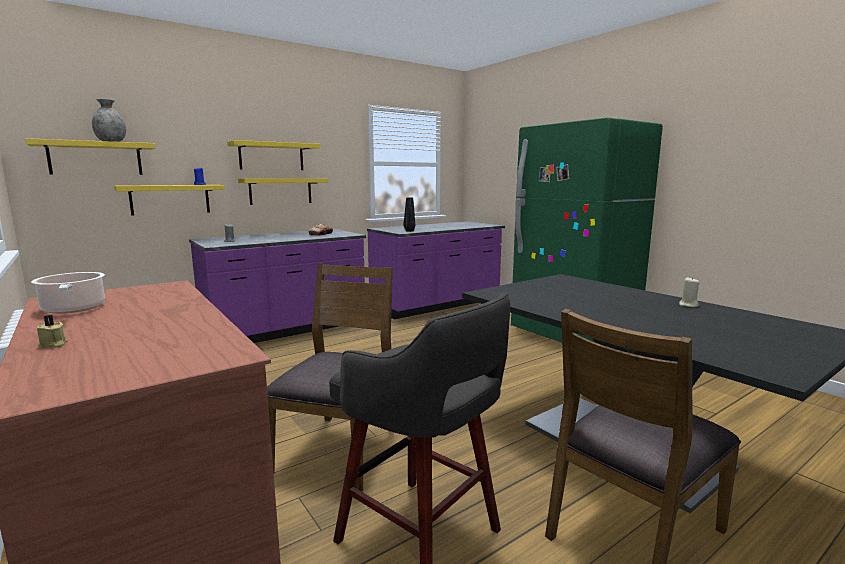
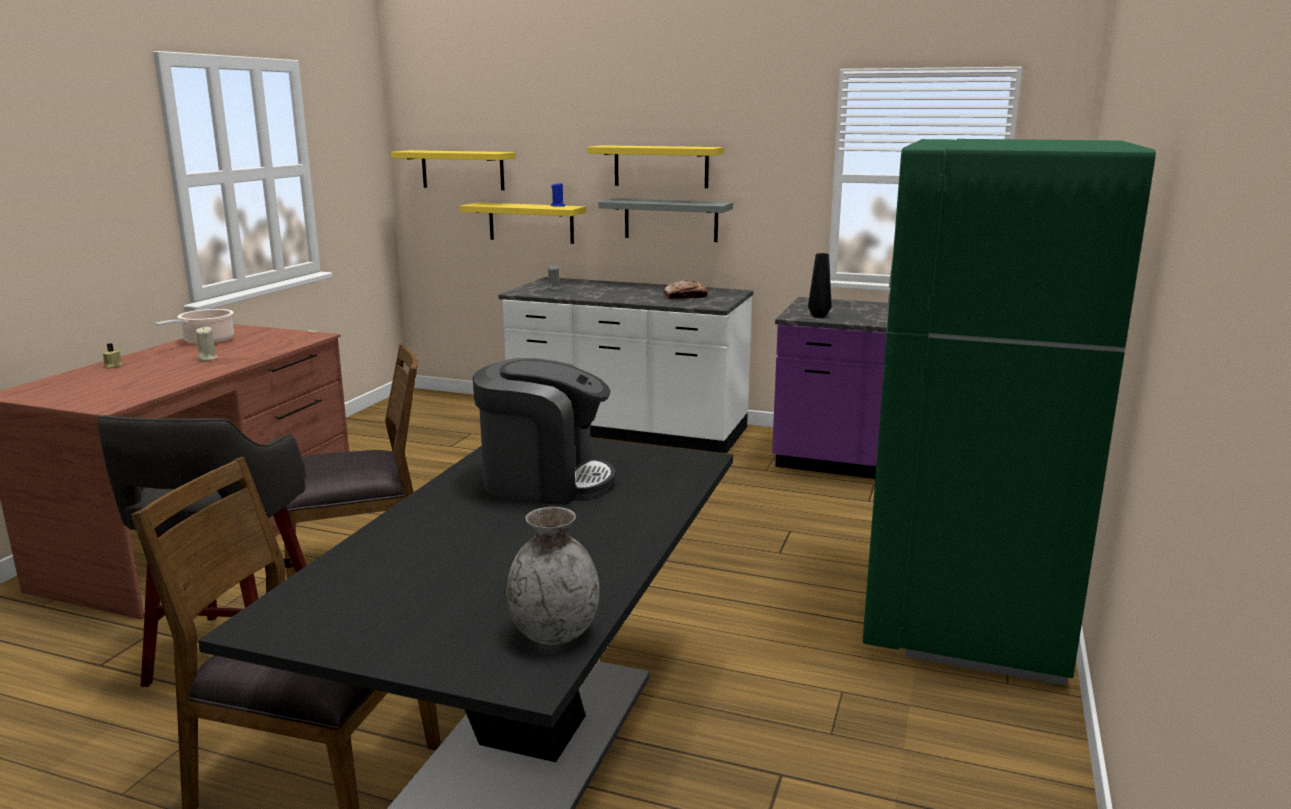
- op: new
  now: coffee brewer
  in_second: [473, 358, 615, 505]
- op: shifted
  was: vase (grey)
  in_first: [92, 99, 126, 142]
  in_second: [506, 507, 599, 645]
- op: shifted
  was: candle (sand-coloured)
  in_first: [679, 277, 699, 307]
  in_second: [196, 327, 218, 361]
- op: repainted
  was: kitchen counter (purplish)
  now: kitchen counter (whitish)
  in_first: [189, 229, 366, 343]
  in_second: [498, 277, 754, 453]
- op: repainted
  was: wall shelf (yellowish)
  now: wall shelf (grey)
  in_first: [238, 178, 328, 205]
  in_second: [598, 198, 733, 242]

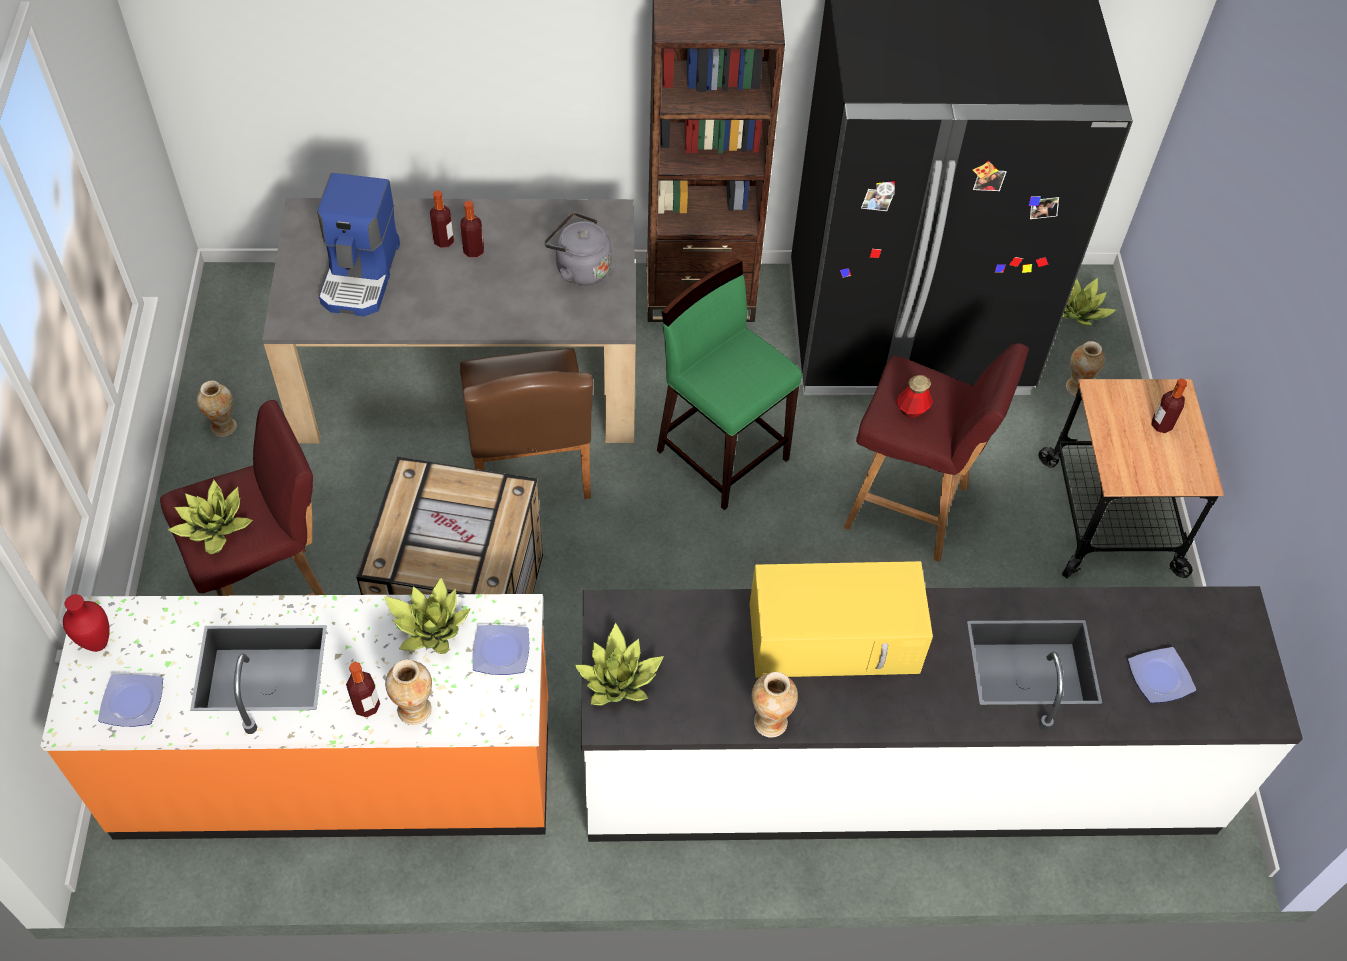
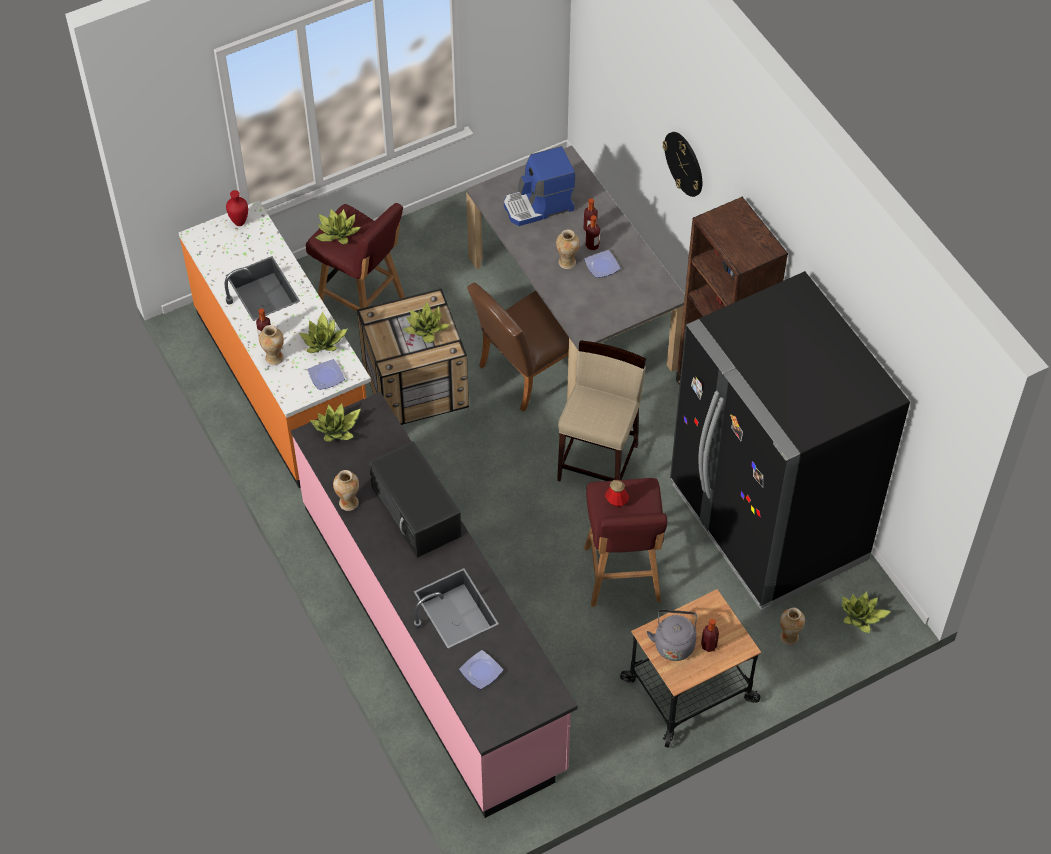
- op: new
  now: potted plant
  in_second: [402, 302, 449, 343]
- op: new
  now: wall clock
  in_second: [663, 132, 702, 197]
- op: shifted
  was: dinner plate
  in_first: [98, 674, 163, 727]
  in_second: [584, 250, 620, 278]
- op: shifted
  was: vase
  in_first: [197, 380, 237, 437]
  in_second: [556, 229, 580, 269]
- op: shifted
  was: kettle (grey)
  in_first: [544, 212, 612, 286]
  in_second: [647, 609, 697, 661]
- op: repainted
  was: kitchen counter (whitish)
  now: kitchen counter (pink)
  in_first: [581, 586, 1303, 842]
  in_second: [291, 392, 578, 818]
- op: repainted
  was: sitting stool (green-coloured)
  now: sitting stool (sand-coloured)
  in_first: [657, 259, 802, 510]
  in_second: [557, 340, 646, 481]
- op: repainted
  was: microwave oven (yellowish)
  now: microwave oven (blackish)
  in_first: [750, 561, 933, 678]
  in_second: [369, 441, 462, 558]

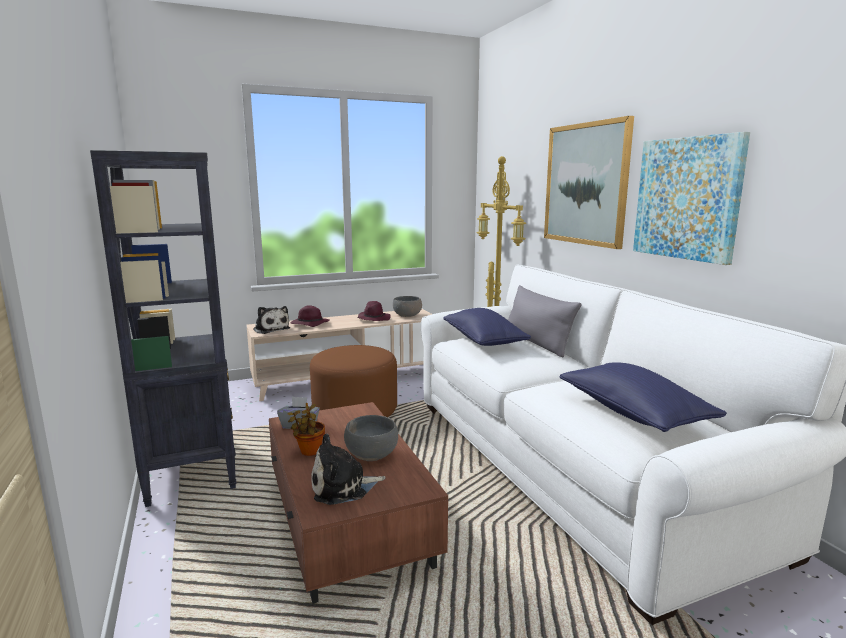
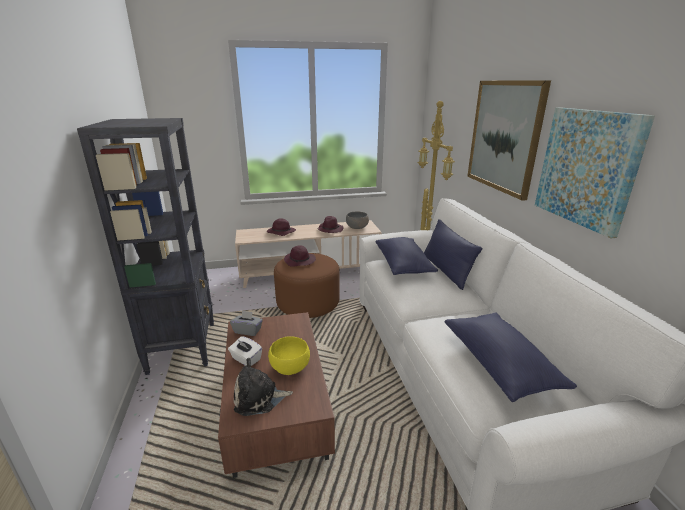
- op: gone
  was: cuddly toy
  in_first: [253, 306, 290, 334]
- op: new
  now: clothing hat (purplish)
  in_second: [284, 245, 316, 267]
- op: swapped
  was: potted plant
  now: tissue holder (whitish)
  in_first: [287, 403, 325, 456]
  in_second: [228, 336, 262, 366]
- op: repainted
  was: deep dish (grey)
  now: deep dish (yellowish)
  in_first: [344, 415, 398, 461]
  in_second: [268, 336, 310, 375]
- op: repainted
  was: cushion (grey)
  now: cushion (blue-coloured)
  in_first: [508, 285, 581, 357]
  in_second: [424, 219, 482, 290]

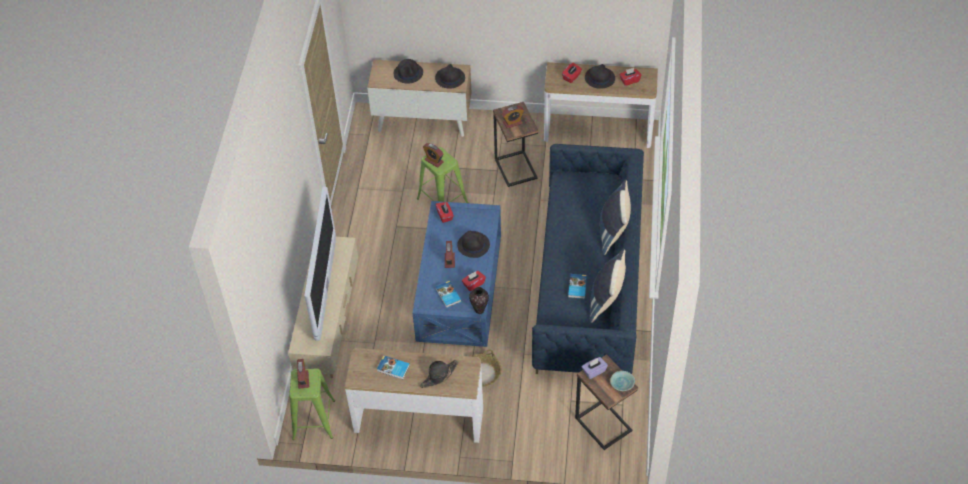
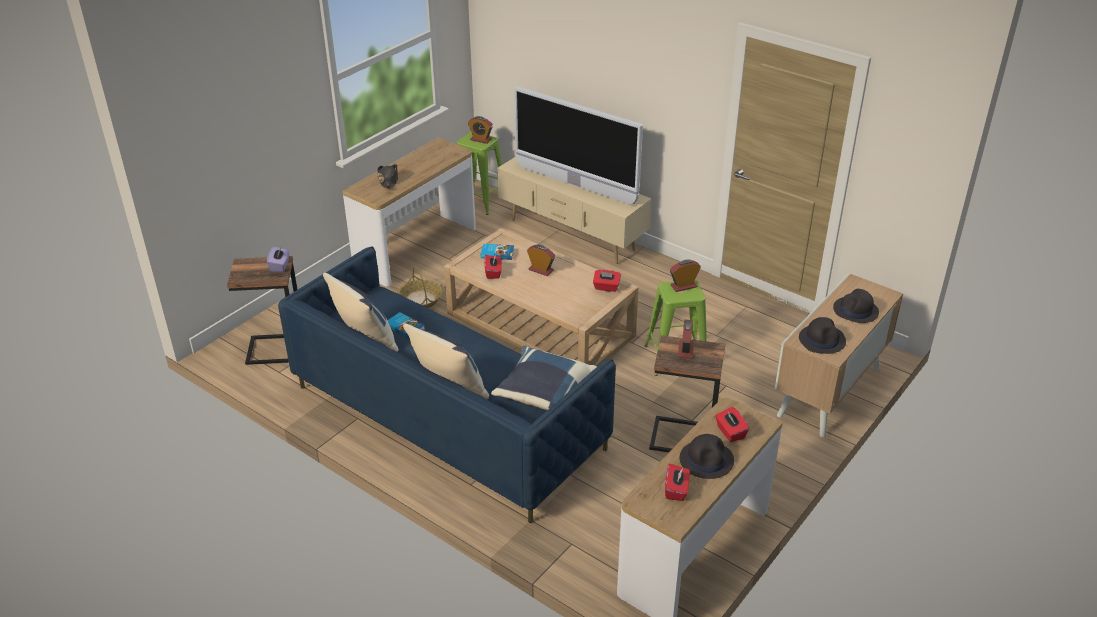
- op: gone
  was: bound book
  in_first: [377, 356, 410, 379]
- op: gone
  was: clothing hat (blackish)
  in_first: [457, 230, 490, 258]
- op: gone
  was: vase
  in_first: [469, 287, 489, 314]
- op: gone
  was: deep dish (blue-green)
  in_first: [610, 371, 635, 391]
- op: new
  now: cushion (blue-coloured)
  in_second: [491, 346, 597, 410]
- op: repainted
  was: lounge table (blue-coloured)
  now: lounge table (sand-coloured)
  in_first: [412, 201, 501, 347]
  in_second: [444, 228, 639, 367]

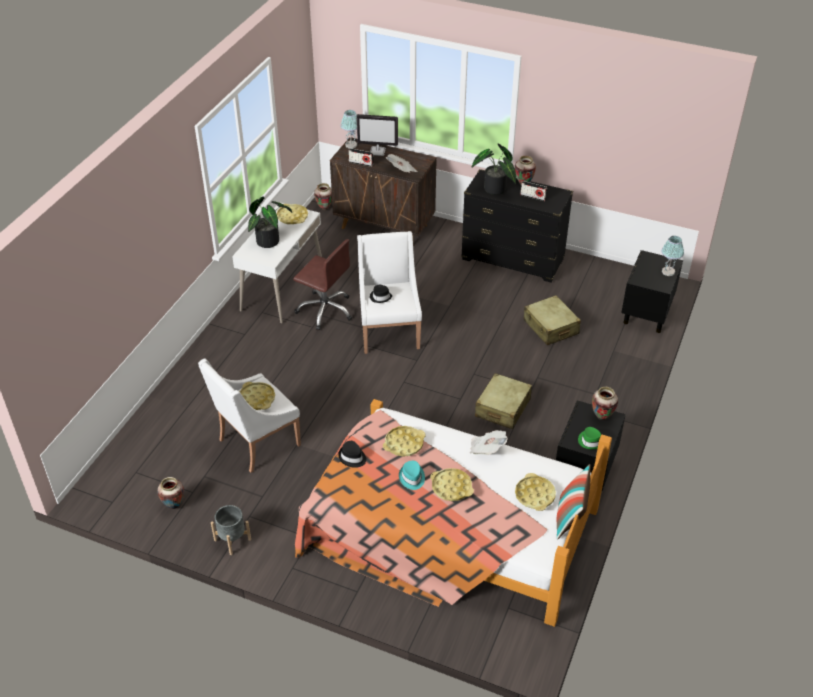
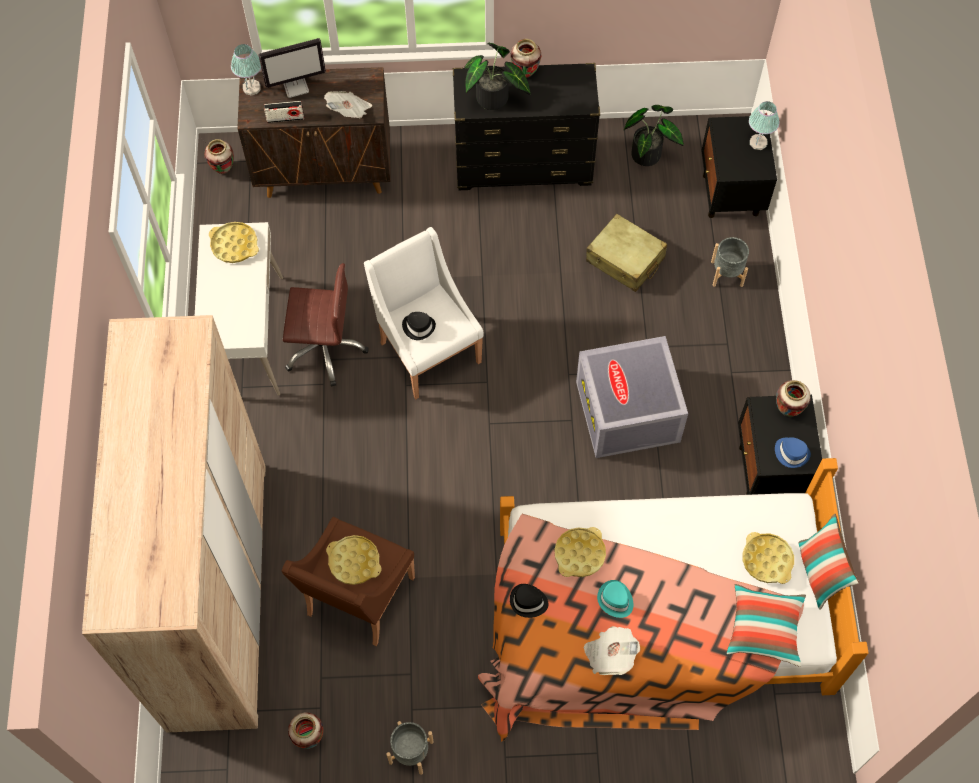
- op: gone
  was: carrying tray (yellowish)
  in_first: [430, 468, 474, 501]
- op: gone
  was: radio set
  in_first: [520, 181, 547, 201]
- op: new
  now: wardrobe (sand-coloured)
  in_second: [82, 315, 266, 733]
- op: new
  now: planter (grey)
  in_second: [711, 237, 749, 287]
- op: new
  now: cushion
  in_second: [727, 584, 806, 667]
- op: shifted
  was: potted plant
  in_first: [248, 196, 292, 248]
  in_second: [624, 105, 684, 166]
- op: shifted
  was: daily paper
  in_first: [470, 430, 508, 455]
  in_second: [584, 626, 640, 675]
- op: swapped
  was: piece of luggage (sand-coloured)
  now: storage container (grey)
  in_first: [475, 373, 532, 429]
  in_second: [576, 336, 688, 458]
- op: repainted
  was: easy chair (whitish)
  now: easy chair (brownish)
  in_first: [198, 358, 301, 473]
  in_second: [282, 517, 415, 646]
- op: repainted
  was: clothing hat (green-coloured)
  now: clothing hat (blue-coloured)
  in_first: [578, 427, 601, 449]
  in_second: [775, 437, 811, 468]

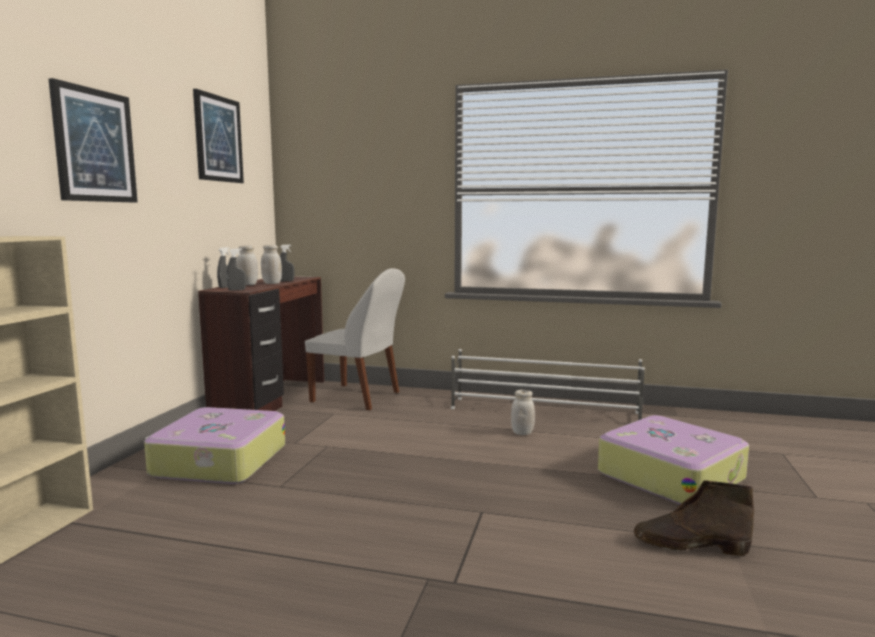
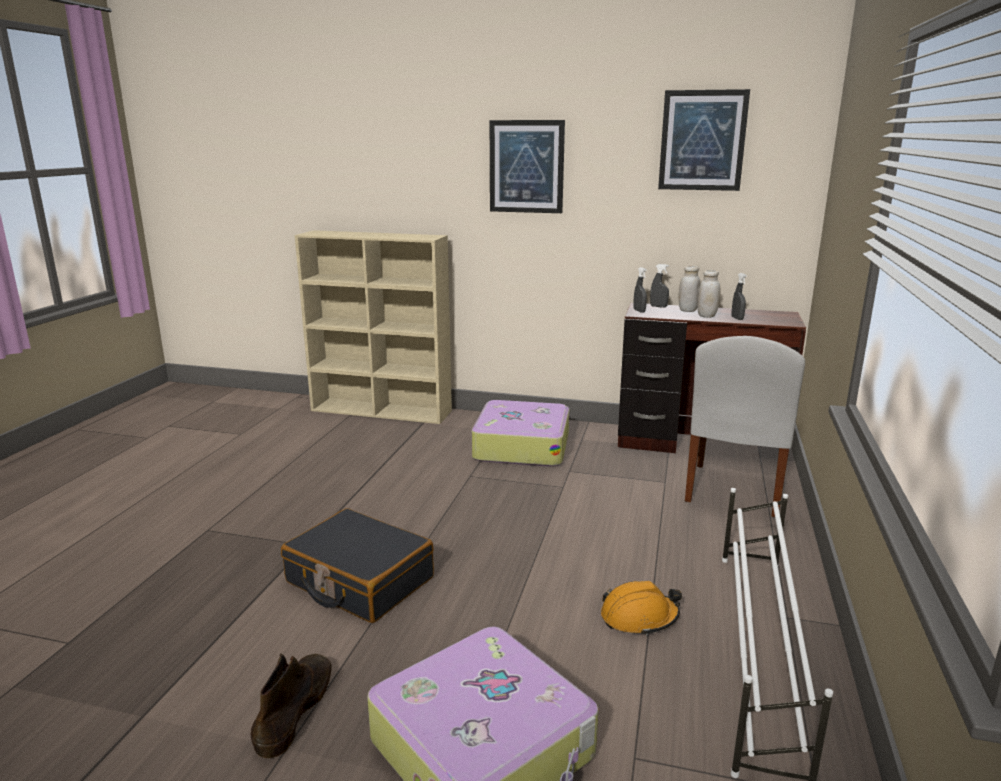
- op: new
  now: piece of luggage (blackish)
  in_second: [281, 508, 434, 623]
- op: swapped
  was: jar (whitish)
  now: hard hat (orangey)
  in_first: [511, 390, 535, 435]
  in_second: [601, 581, 682, 636]

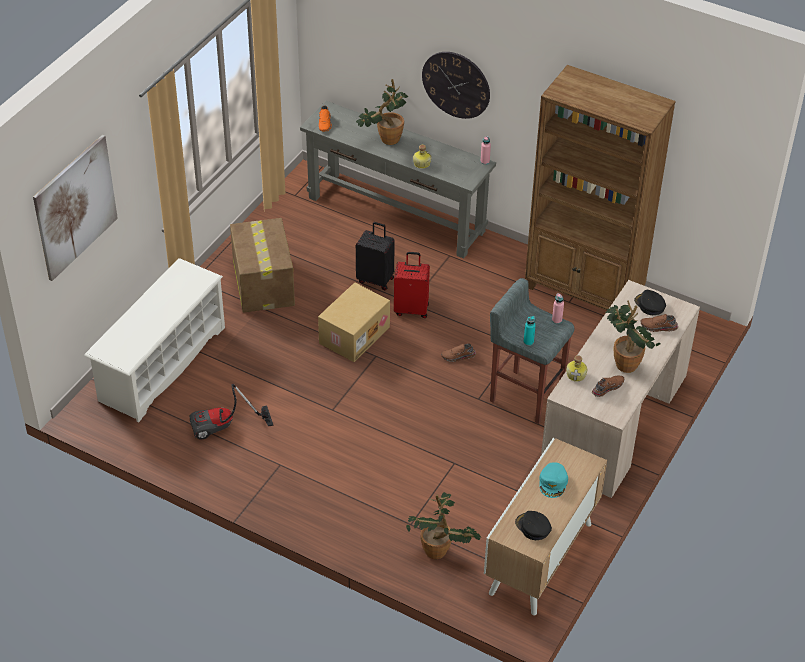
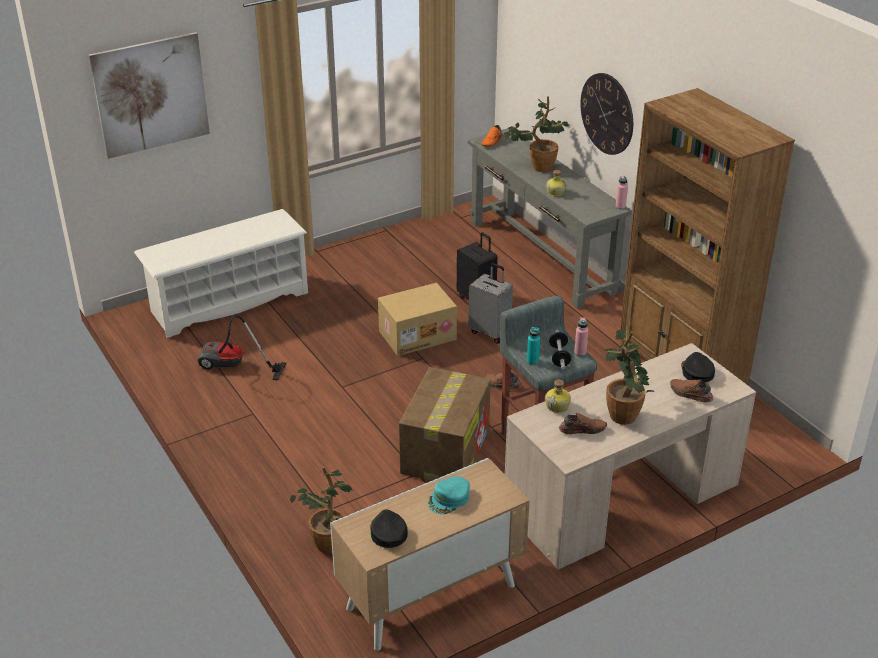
- op: new
  now: dumbbell
  in_second: [549, 330, 571, 370]
- op: shifted
  was: packing box
  in_first: [230, 218, 295, 313]
  in_second: [399, 367, 491, 481]
- op: repainted
  was: piece of luggage (red-coloured)
  now: piece of luggage (grey)
  in_first: [394, 252, 430, 318]
  in_second: [468, 263, 513, 343]

